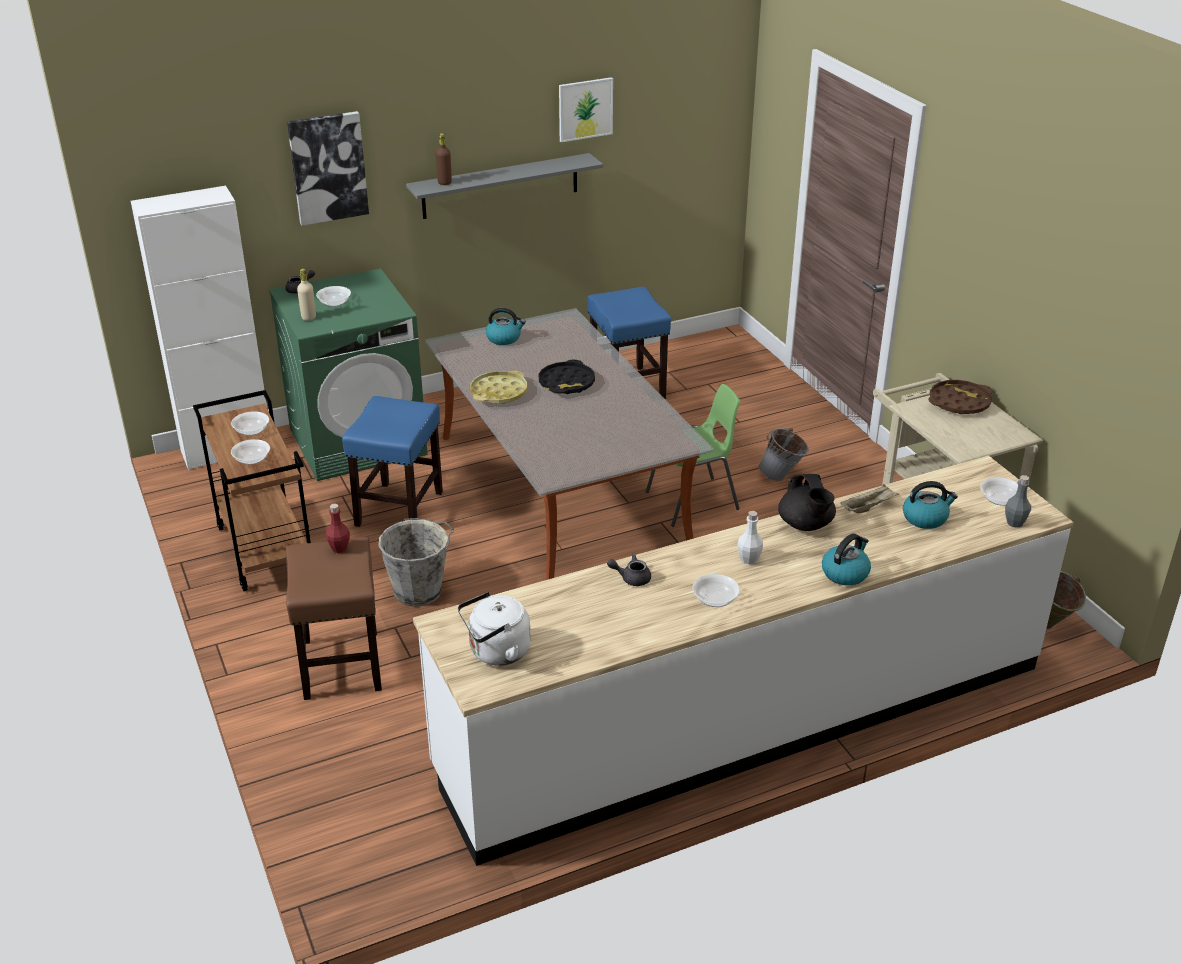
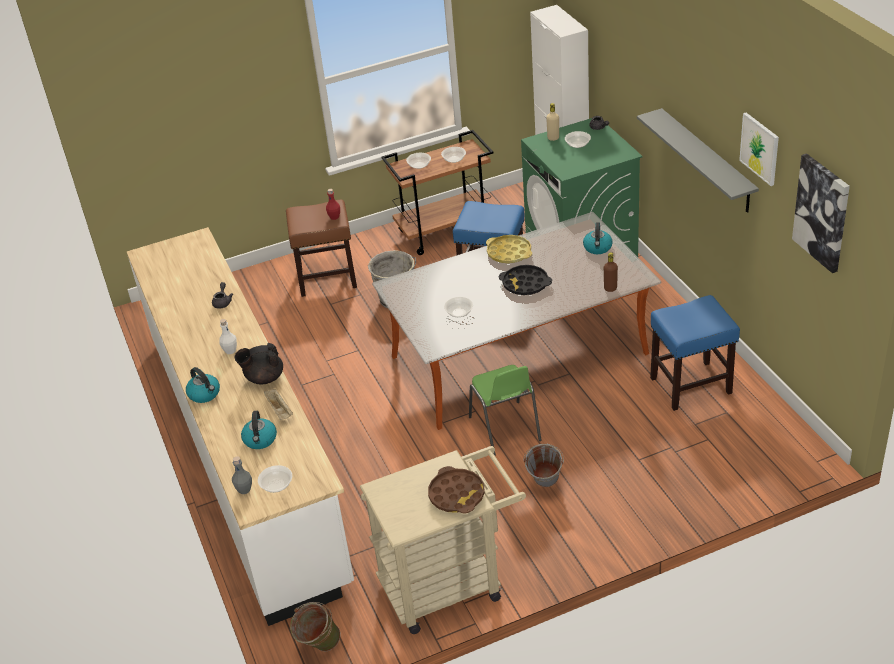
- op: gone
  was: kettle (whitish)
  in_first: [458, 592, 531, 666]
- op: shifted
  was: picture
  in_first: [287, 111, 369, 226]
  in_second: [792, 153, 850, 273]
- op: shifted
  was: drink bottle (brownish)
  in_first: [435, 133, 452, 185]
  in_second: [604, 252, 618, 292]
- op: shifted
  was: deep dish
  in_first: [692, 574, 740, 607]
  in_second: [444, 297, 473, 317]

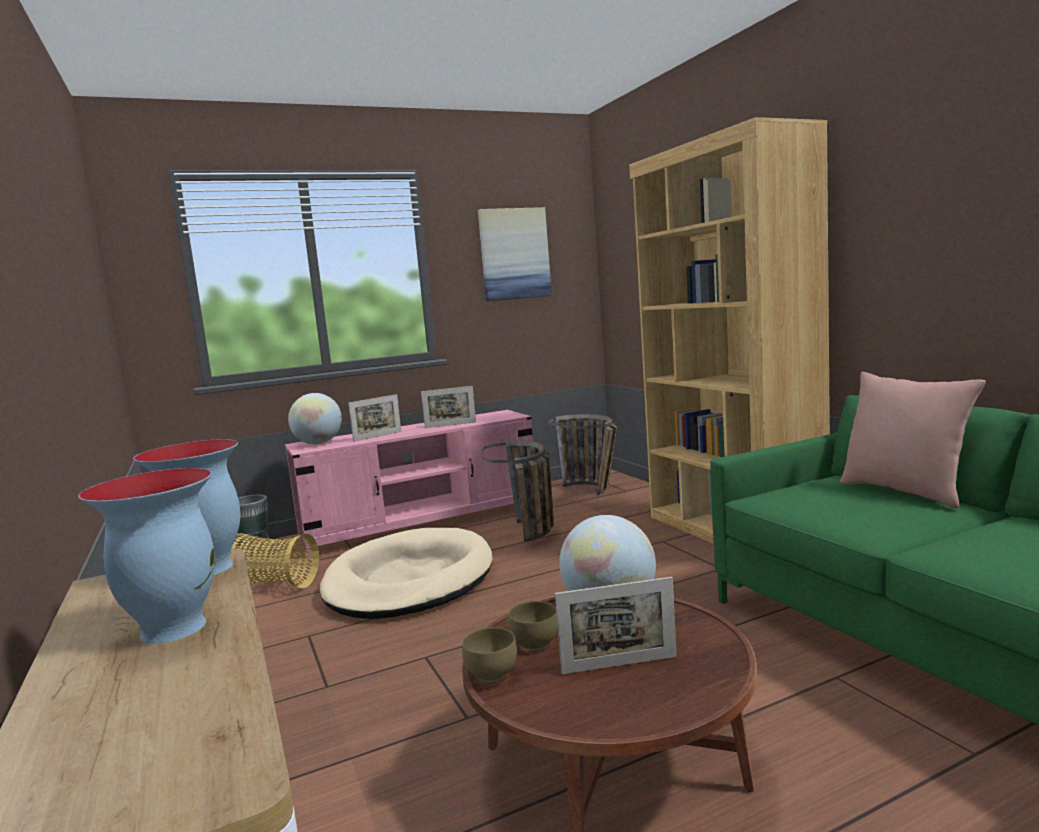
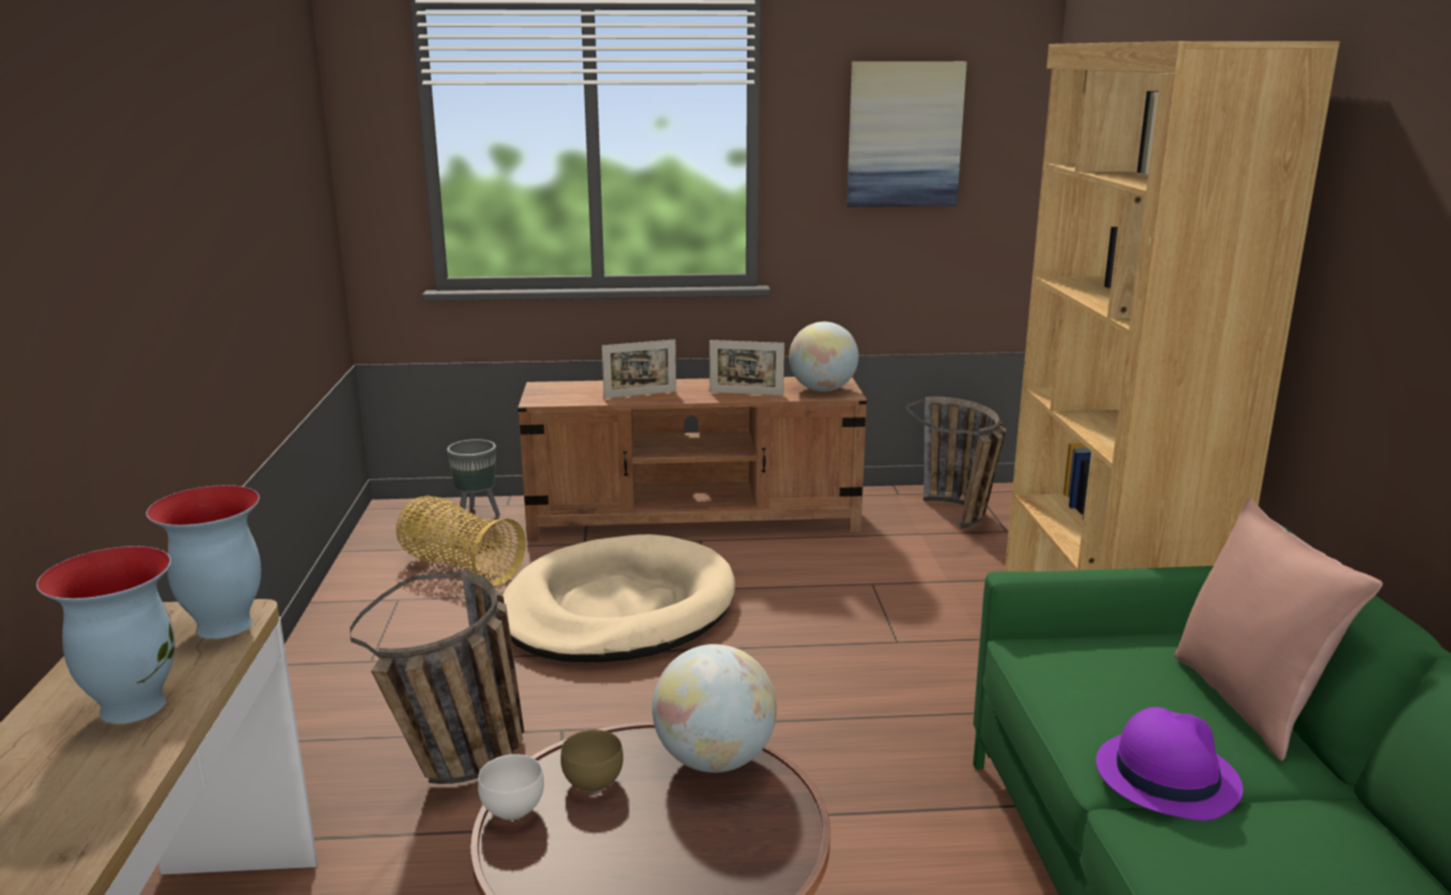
- op: gone
  was: standing frame
  in_first: [555, 577, 677, 674]
- op: new
  now: clothing hat (purplish)
  in_second: [1096, 707, 1243, 821]
- op: shifted
  was: world globe
  in_first: [288, 393, 342, 444]
  in_second: [789, 322, 859, 392]
- op: shifted
  was: basket
  in_first: [482, 440, 554, 542]
  in_second: [350, 570, 524, 784]
- op: repainted
  was: tv stand (pink)
  now: tv stand (brownish)
  in_first: [285, 410, 533, 559]
  in_second: [518, 377, 867, 542]
- op: repainted
  was: deep dish (brownish)
  now: deep dish (whitish)
  in_first: [462, 627, 517, 682]
  in_second: [478, 754, 544, 820]

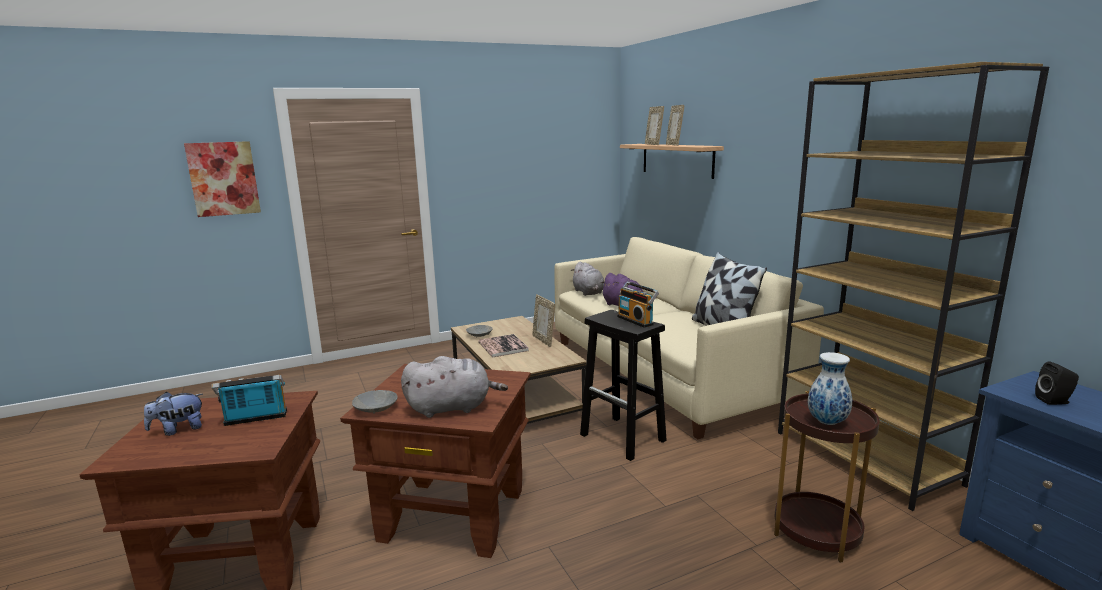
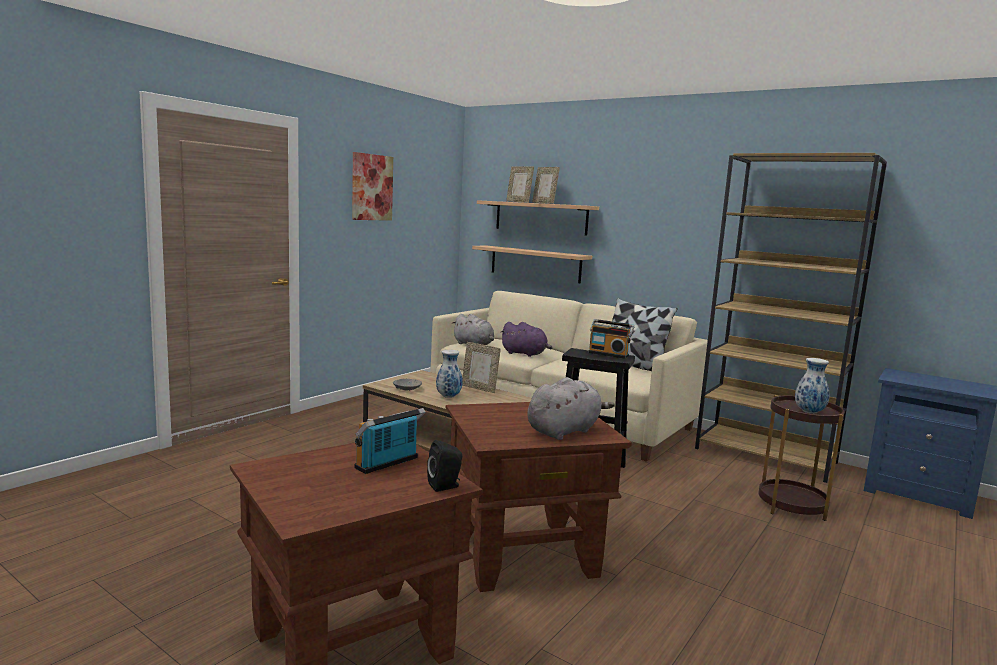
- op: gone
  was: cuddly toy
  in_first: [144, 392, 203, 436]
- op: gone
  was: deep dish (grey)
  in_first: [352, 390, 398, 414]
- op: new
  now: wall shelf
  in_second: [472, 245, 592, 283]
- op: shifted
  was: picture
  in_first: [184, 141, 261, 217]
  in_second: [352, 152, 393, 221]
- op: shifted
  was: loudspeaker (blackish)
  in_first: [1035, 361, 1079, 405]
  in_second: [427, 440, 462, 492]
- op: swapped
  was: bound book
  now: vase
  in_first: [478, 334, 529, 357]
  in_second: [436, 350, 463, 398]

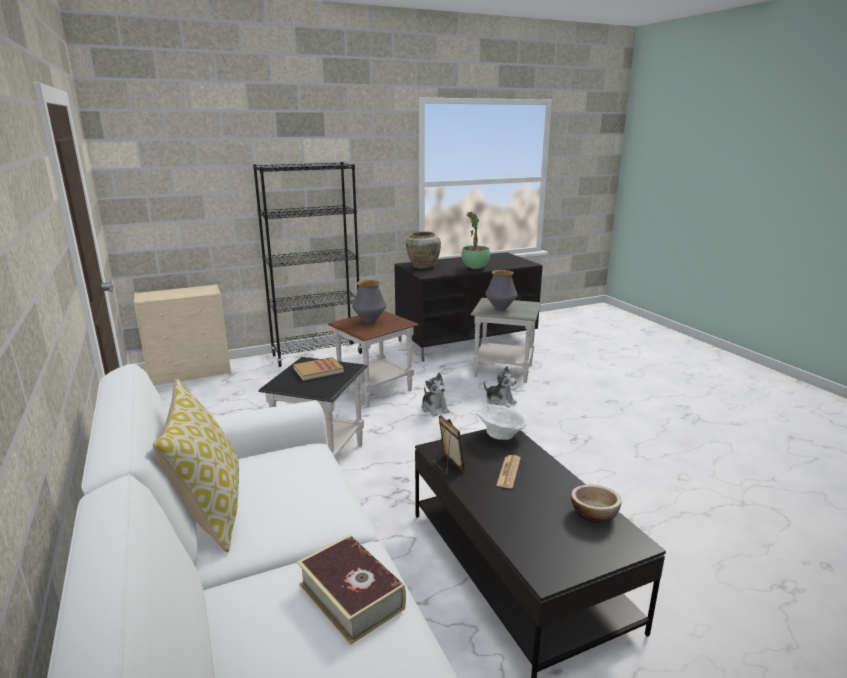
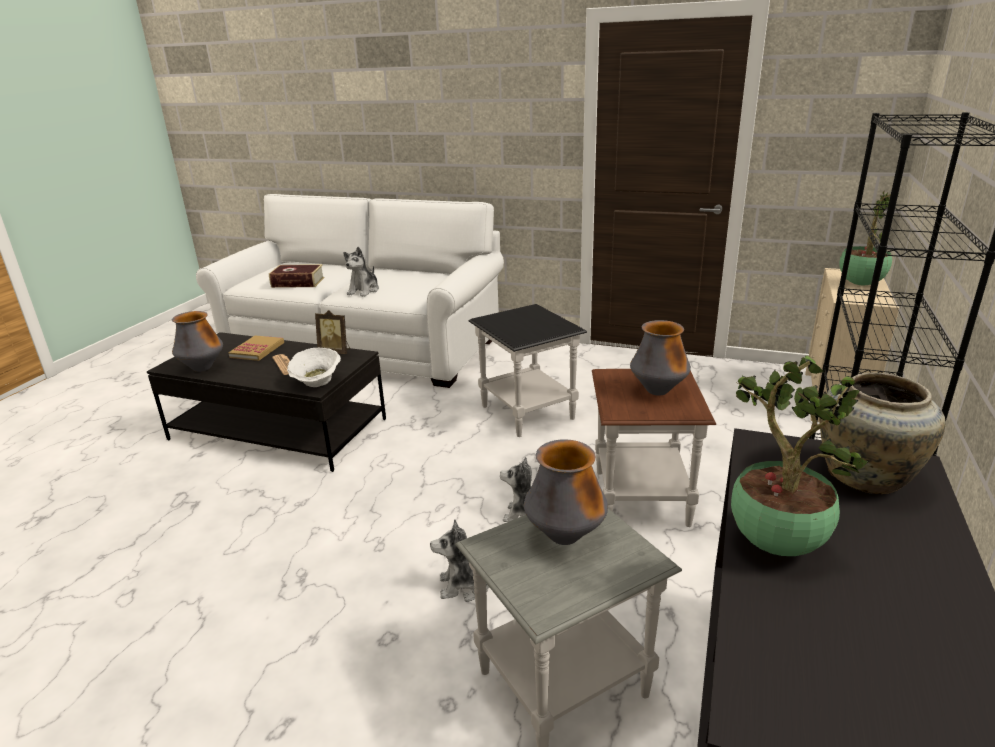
- op: gone
  was: cushion
  in_first: [153, 379, 239, 553]
- op: new
  now: cuddly toy
  in_second: [343, 247, 379, 297]
- op: new
  now: potted plant
  in_second: [839, 191, 899, 285]
- op: shifted
  was: bound book
  in_first: [293, 357, 344, 381]
  in_second: [228, 335, 284, 361]
- op: swapped
  was: deep dish
  now: vase
  in_first: [571, 485, 622, 523]
  in_second: [172, 311, 223, 372]

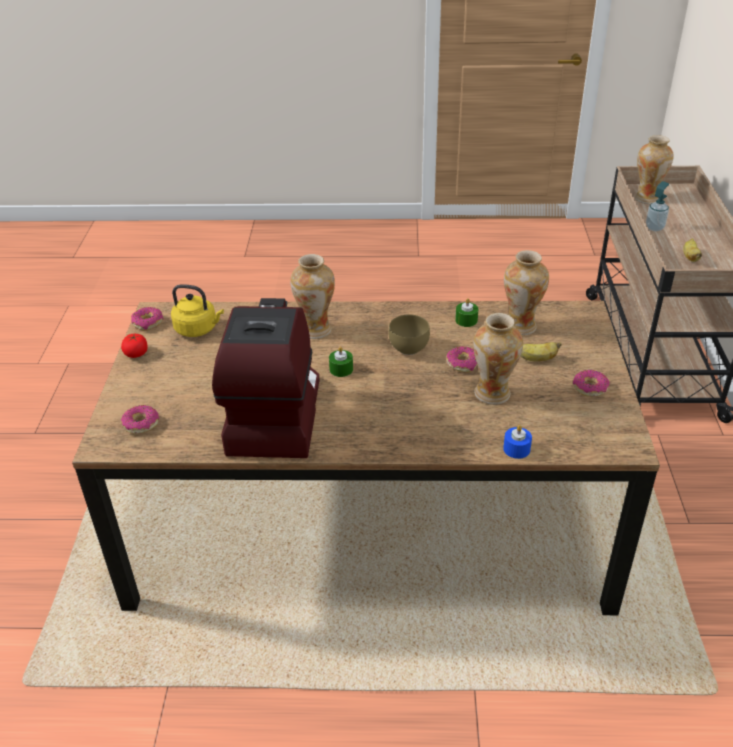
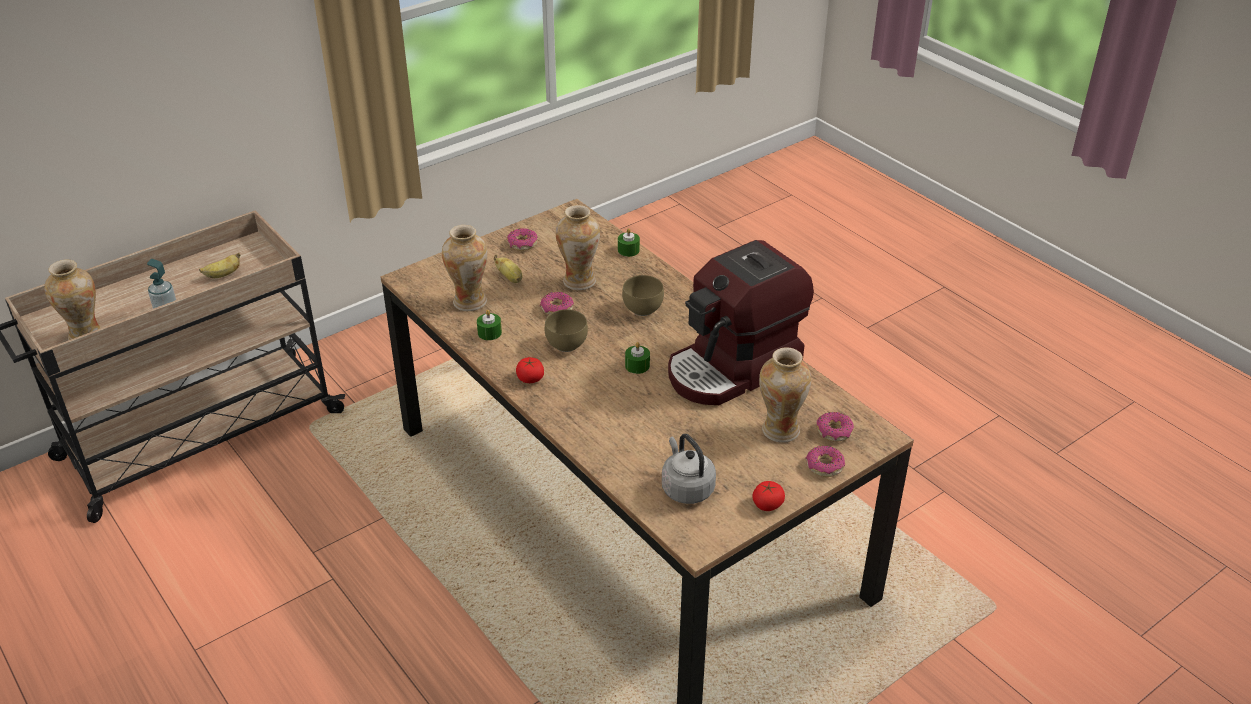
- op: new
  now: fresh tomato
  in_second: [516, 357, 544, 383]
- op: new
  now: deep dish (brownish)
  in_second: [622, 275, 664, 316]
- op: shifted
  was: doughnut
  in_first: [131, 307, 164, 331]
  in_second: [806, 446, 845, 477]
- op: shifted
  was: vase
  in_first: [290, 254, 335, 339]
  in_second: [759, 347, 811, 443]
- op: repainted
  was: kettle (yellowish)
  now: kettle (grey)
  in_first: [171, 284, 224, 337]
  in_second: [662, 434, 716, 504]
- op: repainted
  was: candle (blue-coloured)
  now: candle (green-coloured)
  in_first: [503, 425, 532, 459]
  in_second: [618, 228, 640, 257]

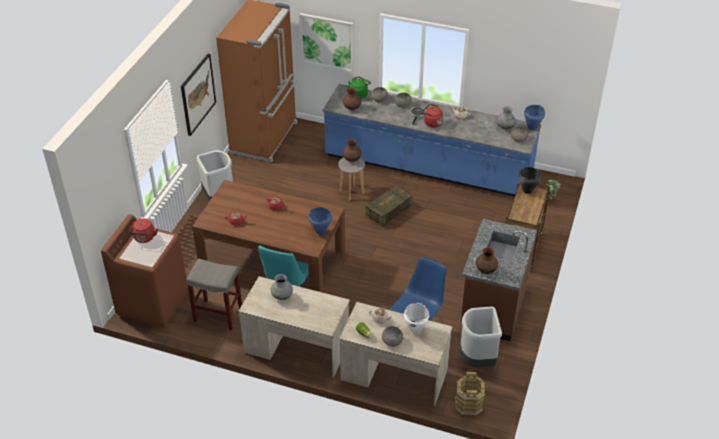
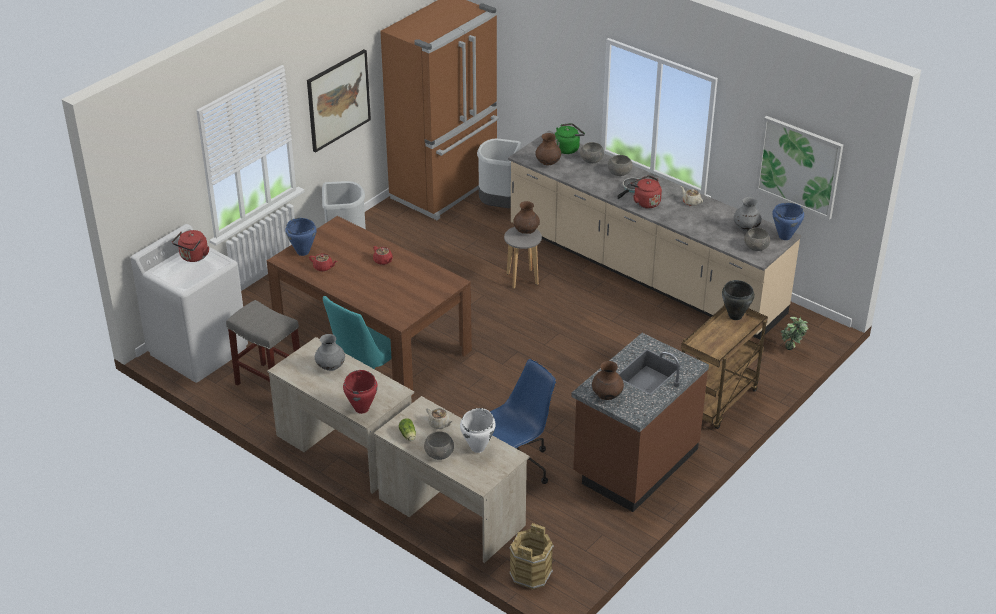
- op: gone
  was: packing crate
  in_first: [366, 185, 412, 226]
- op: new
  now: cooking pot (red-coloured)
  in_second: [343, 370, 378, 414]
- op: shifted
  was: picture
  in_first: [299, 13, 354, 72]
  in_second: [755, 116, 843, 220]
- op: shifted
  was: cooking pot (blue-coloured)
  in_first: [308, 207, 332, 235]
  in_second: [285, 218, 317, 256]
- op: shifted
  was: rubbish bin (grey)
  in_first: [460, 306, 502, 367]
  in_second: [477, 139, 522, 208]
- op: repainted
  was: laundry appliance (brownish)
  now: laundry appliance (whitish)
  in_first: [101, 214, 188, 328]
  in_second: [131, 224, 248, 383]
- op: repainted
  was: kitchen counter (blue-coloured)
  now: kitchen counter (sand-coloured)
  in_first: [322, 84, 541, 196]
  in_second: [508, 131, 801, 340]

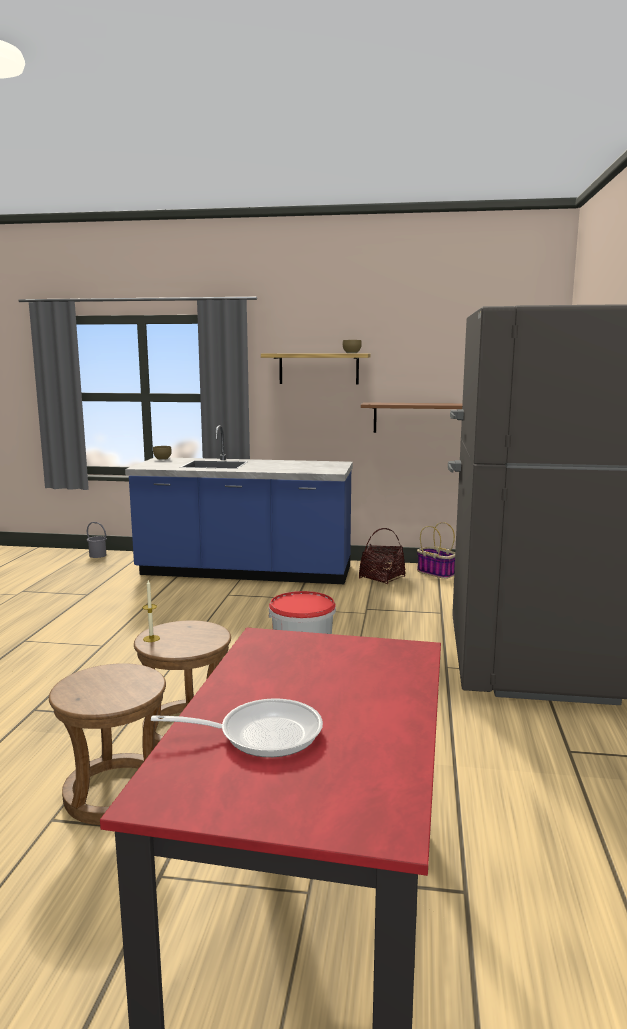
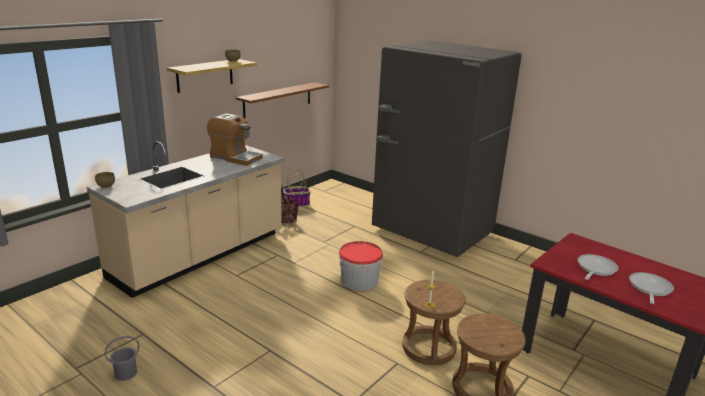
- op: new
  now: coffee brewer
  in_second: [207, 113, 263, 166]
- op: new
  now: skillet
  in_second: [578, 254, 619, 280]
- op: shifted
  was: bucket (grey)
  in_first: [87, 522, 107, 558]
  in_second: [105, 336, 139, 381]
- op: repainted
  was: kitchen counter (blue-coloured)
  now: kitchen counter (sand-coloured)
  in_first: [125, 425, 353, 584]
  in_second: [87, 141, 284, 298]

